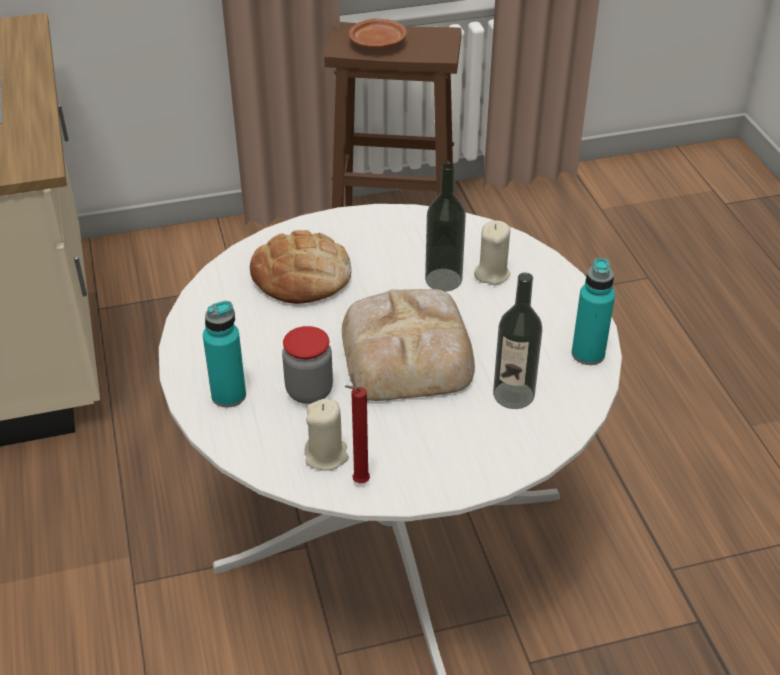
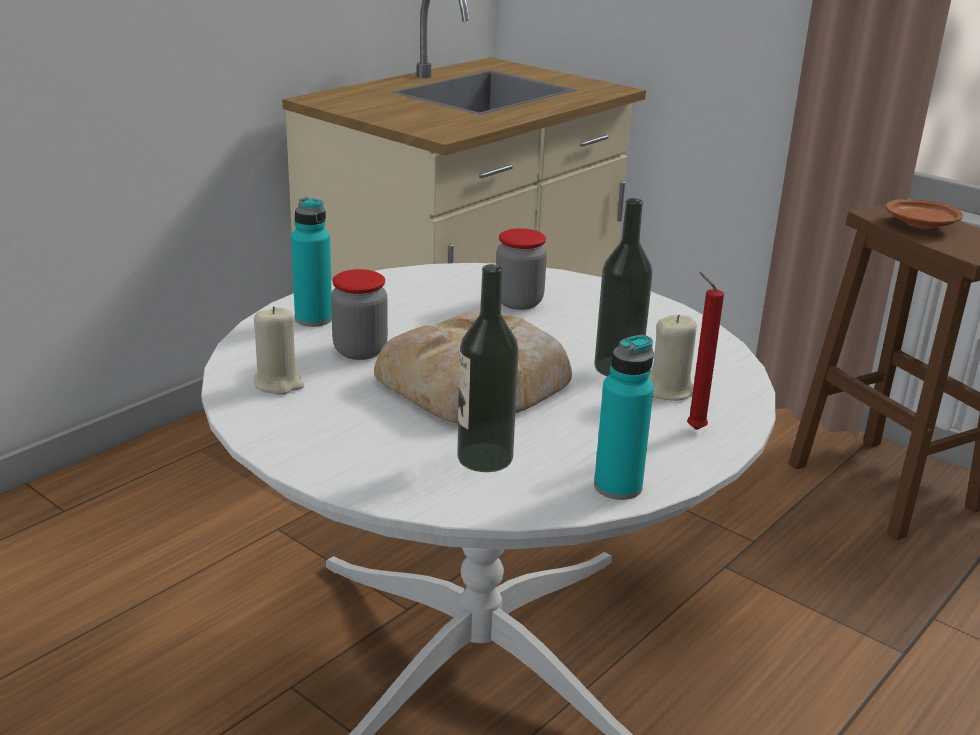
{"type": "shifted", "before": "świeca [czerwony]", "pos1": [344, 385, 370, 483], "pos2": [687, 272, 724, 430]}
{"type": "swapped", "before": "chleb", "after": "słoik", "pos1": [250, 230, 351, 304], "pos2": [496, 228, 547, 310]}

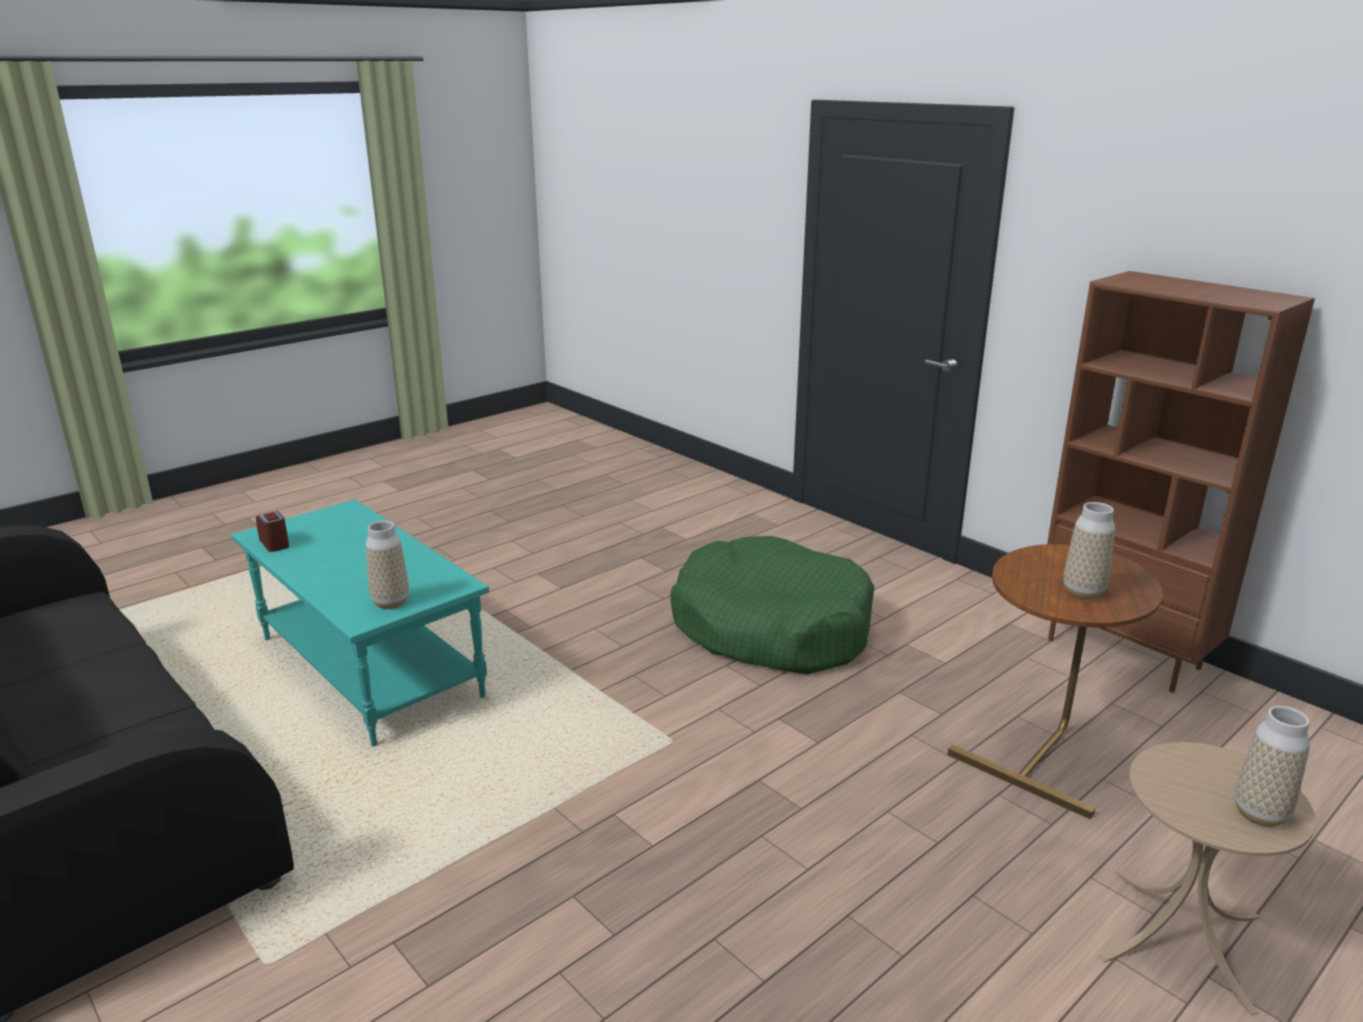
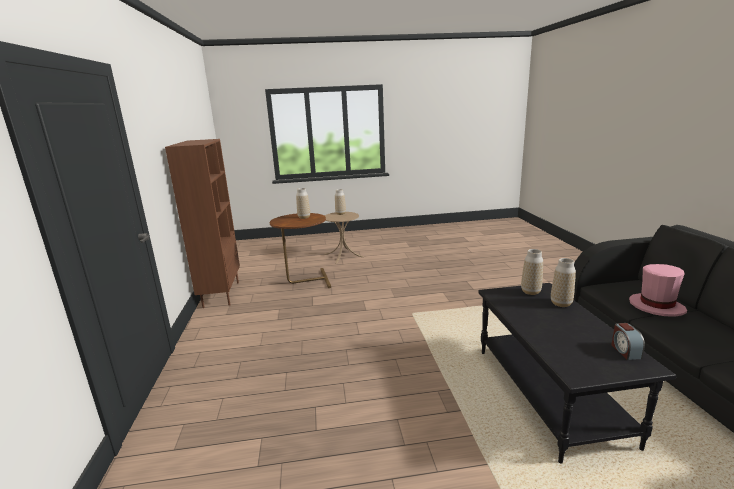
{"type": "gone", "before": "legowisko [zielony]", "pos1": [670, 536, 875, 675]}
{"type": "new", "after": "wazon", "pos2": [551, 258, 576, 307]}
{"type": "new", "after": "kapelusz [różowy]", "pos2": [629, 264, 687, 317]}
{"type": "repainted", "before": "ława [turkusowy]", "after": "ława [czarny]", "pos1": [231, 499, 489, 746], "pos2": [478, 283, 676, 464]}

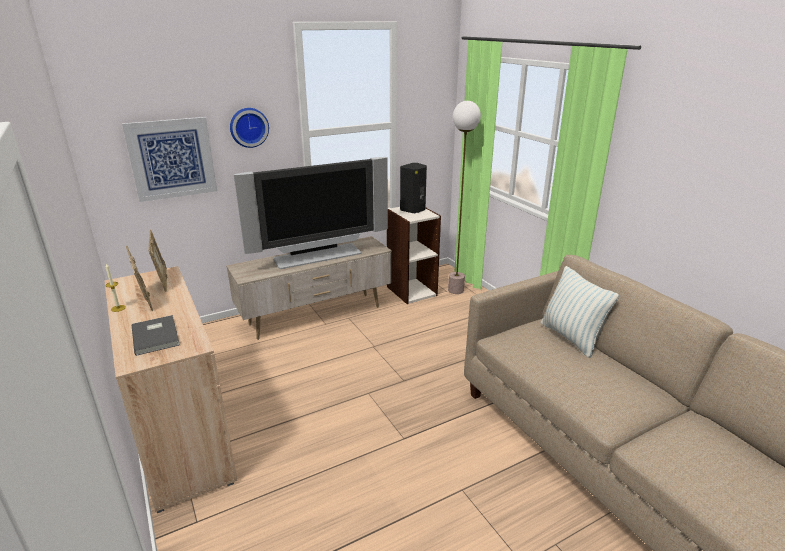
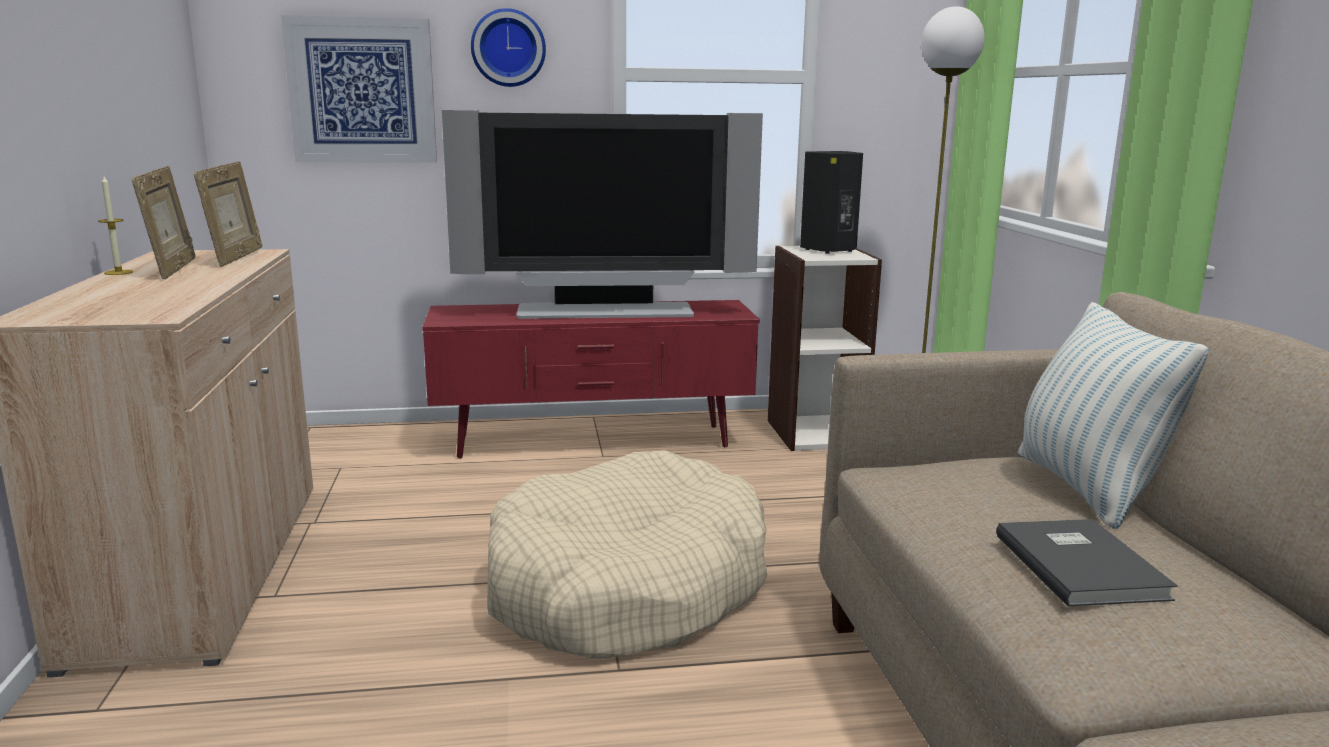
{"type": "new", "after": "legowisko [beżowy]", "pos2": [487, 450, 767, 659]}
{"type": "shifted", "before": "książka [szary]", "pos1": [132, 315, 180, 356], "pos2": [996, 519, 1178, 606]}
{"type": "repainted", "before": "szafka pod telewizor [beżowy]", "after": "szafka pod telewizor [czerwony]", "pos1": [226, 236, 392, 340], "pos2": [422, 300, 760, 459]}

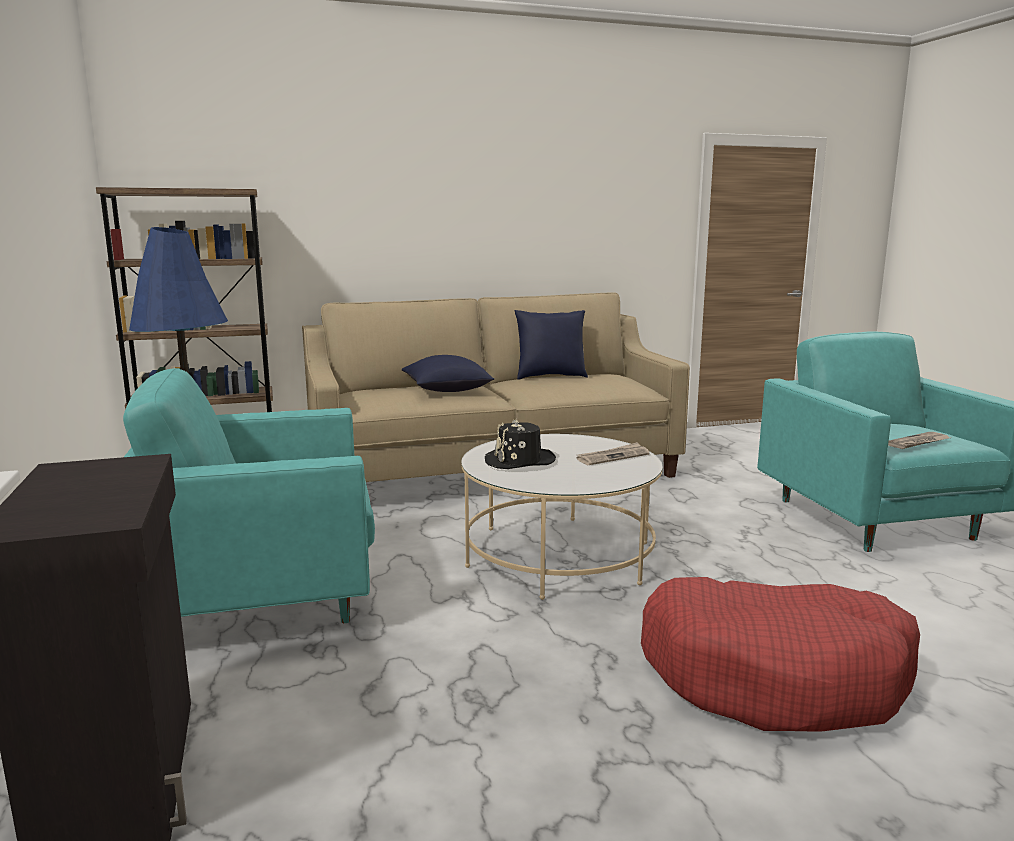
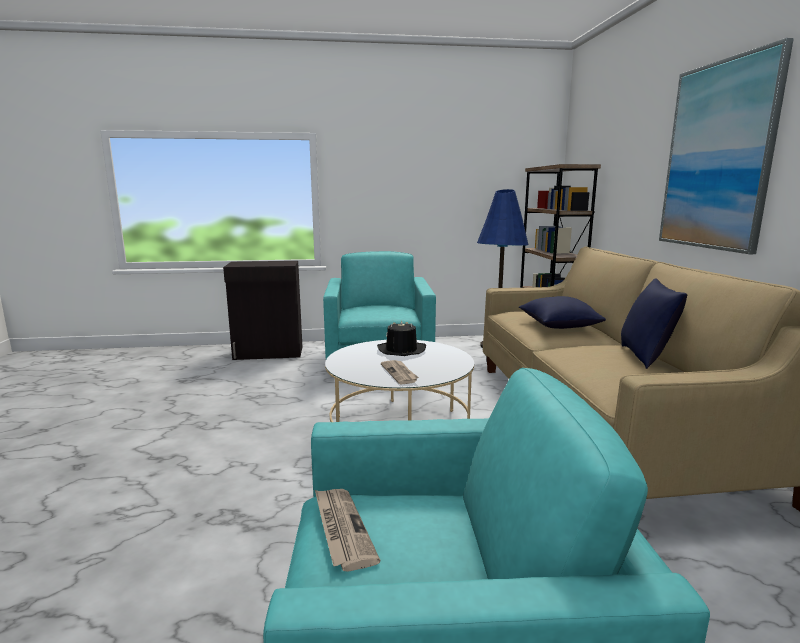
{"type": "gone", "before": "legowisko [czerwony]", "pos1": [641, 577, 920, 732]}
{"type": "new", "after": "obraz", "pos2": [659, 38, 794, 254]}

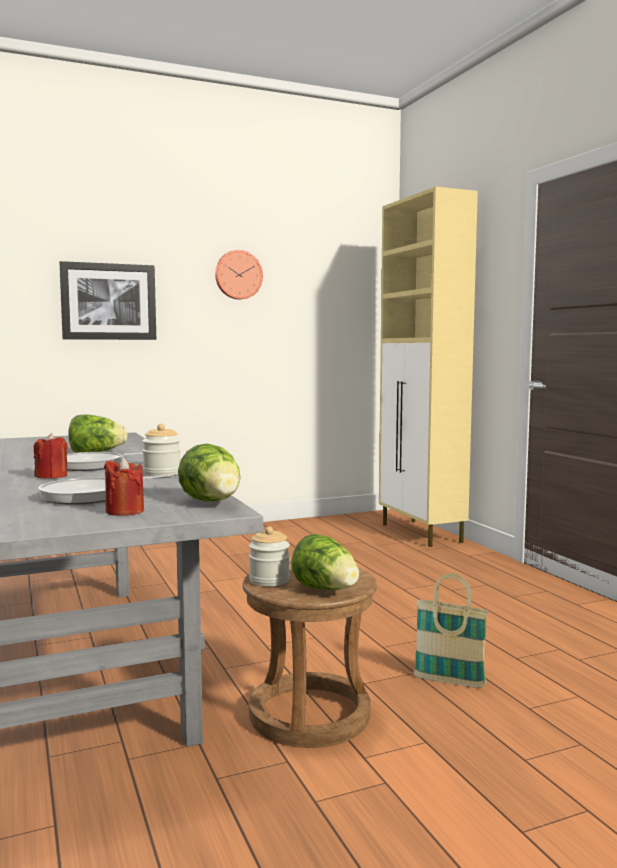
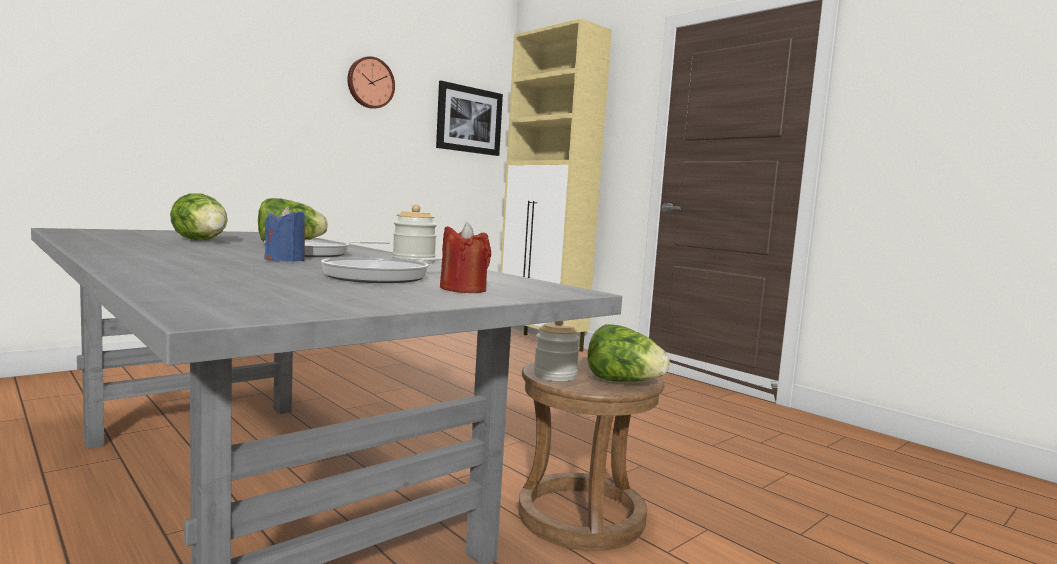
{"type": "gone", "before": "koszyk", "pos1": [414, 573, 488, 688]}
{"type": "shifted", "before": "obraz", "pos1": [59, 261, 156, 340], "pos2": [436, 81, 503, 156]}
{"type": "shifted", "before": "sałata", "pos1": [178, 444, 240, 502], "pos2": [170, 193, 228, 240]}
{"type": "repainted", "before": "świeca [czerwony]", "after": "świeca [niebieski]", "pos1": [34, 433, 68, 479], "pos2": [264, 207, 305, 262]}

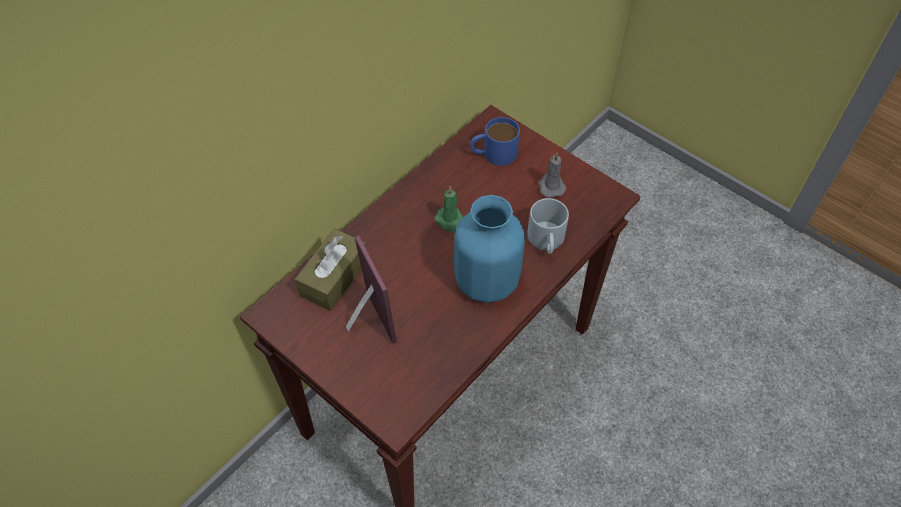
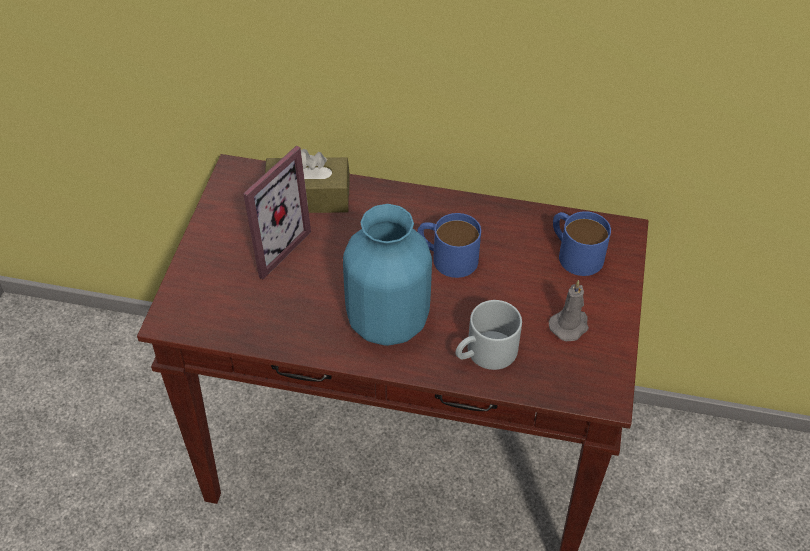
{"type": "swapped", "before": "świeca [zielony]", "after": "kubek [niebieski]", "pos1": [435, 186, 463, 233], "pos2": [417, 213, 481, 278]}

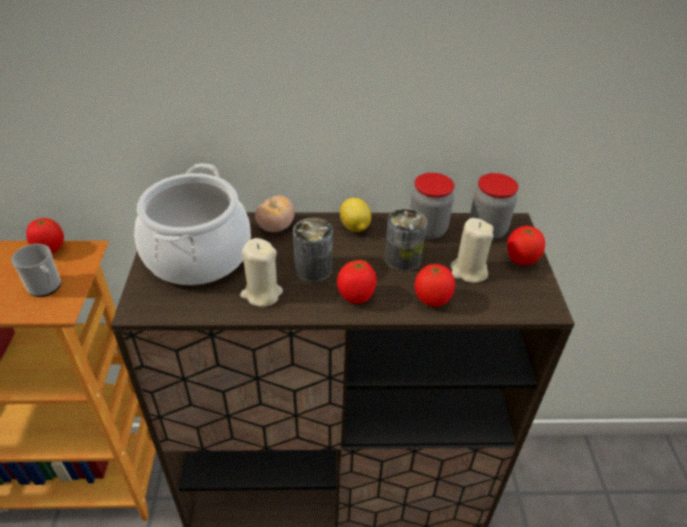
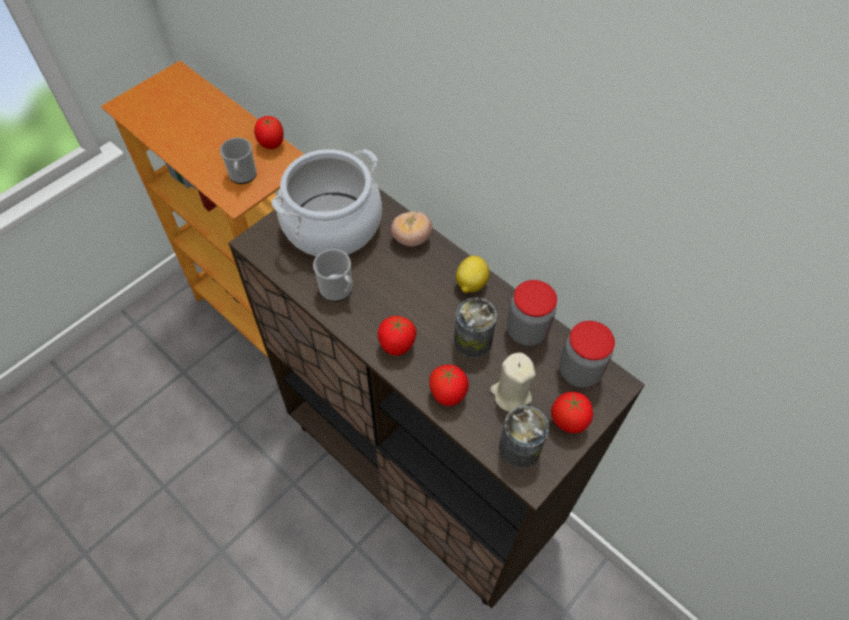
{"type": "shifted", "before": "puszka", "pos1": [293, 218, 333, 282], "pos2": [499, 406, 549, 468]}
{"type": "swapped", "before": "świeca [beżowy]", "after": "kubek", "pos1": [240, 238, 283, 307], "pos2": [313, 249, 353, 302]}

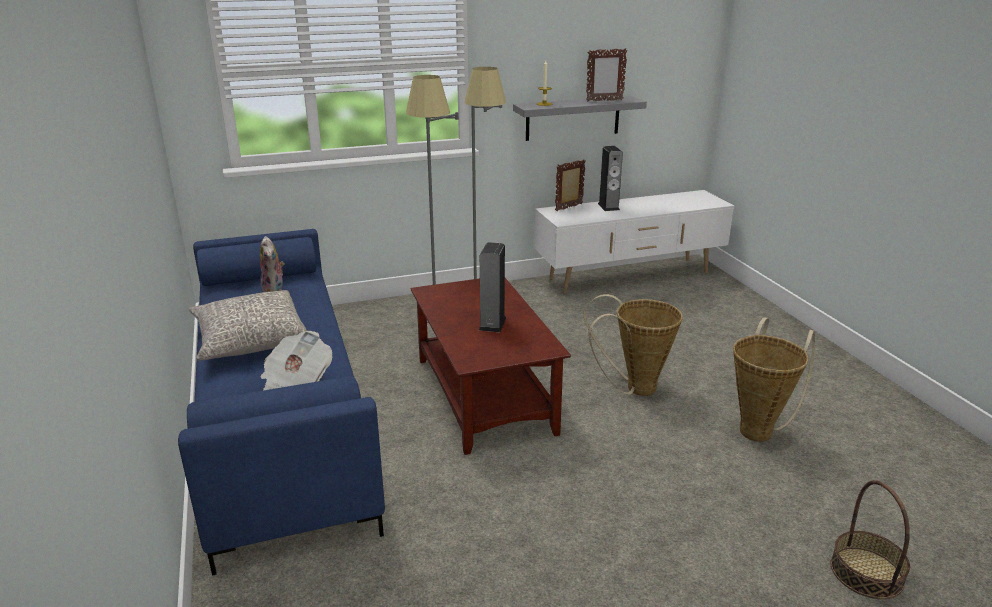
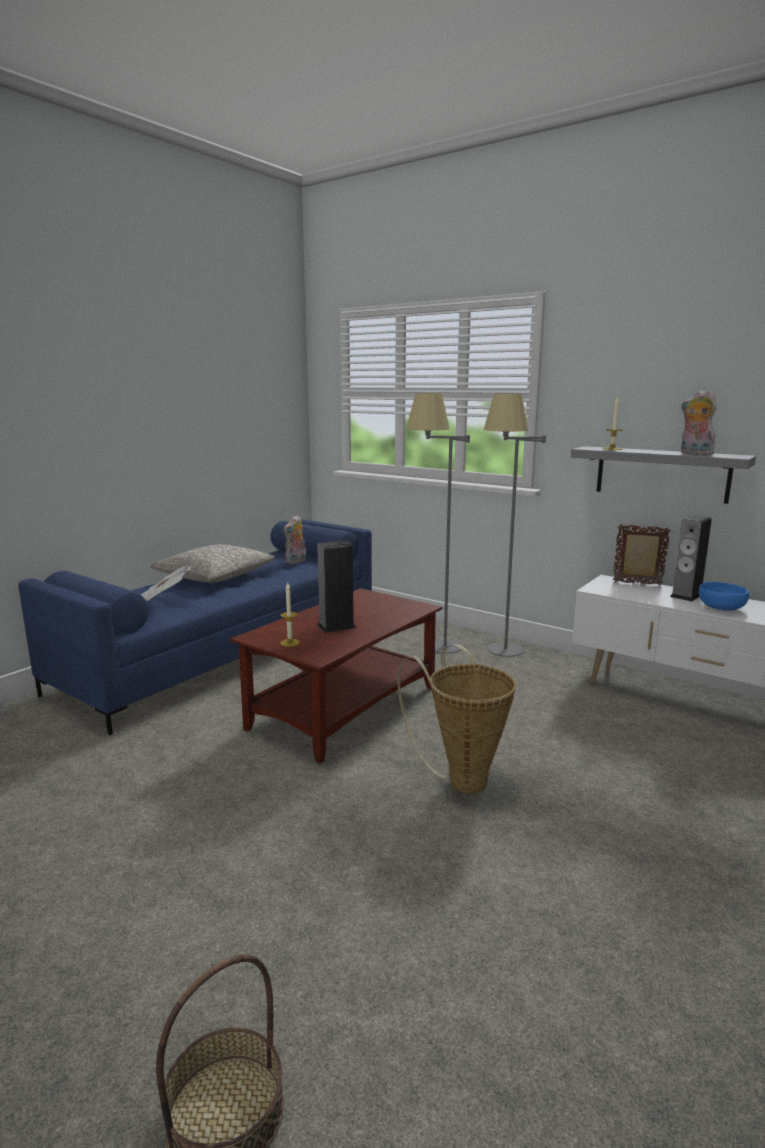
{"type": "gone", "before": "koszyk", "pos1": [733, 317, 815, 442]}
{"type": "new", "after": "świeca", "pos2": [280, 582, 300, 647]}
{"type": "new", "after": "miska [niebieski]", "pos2": [699, 582, 749, 611]}
{"type": "swapped", "before": "ramka na zdjęcie", "after": "pluszak", "pos1": [586, 48, 627, 101], "pos2": [681, 390, 717, 455]}

